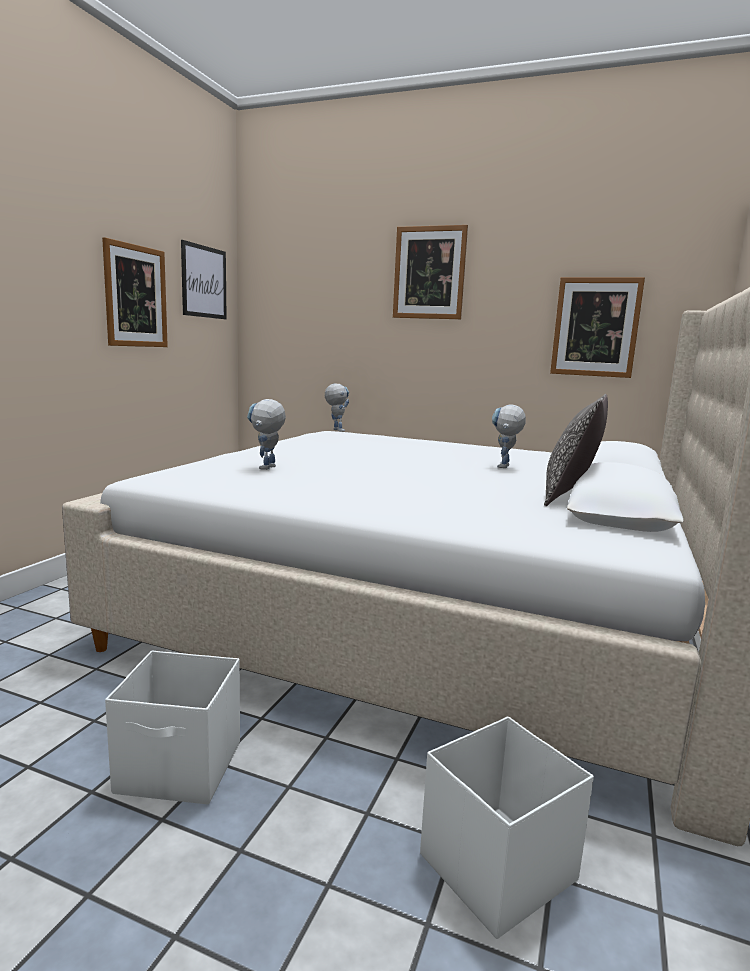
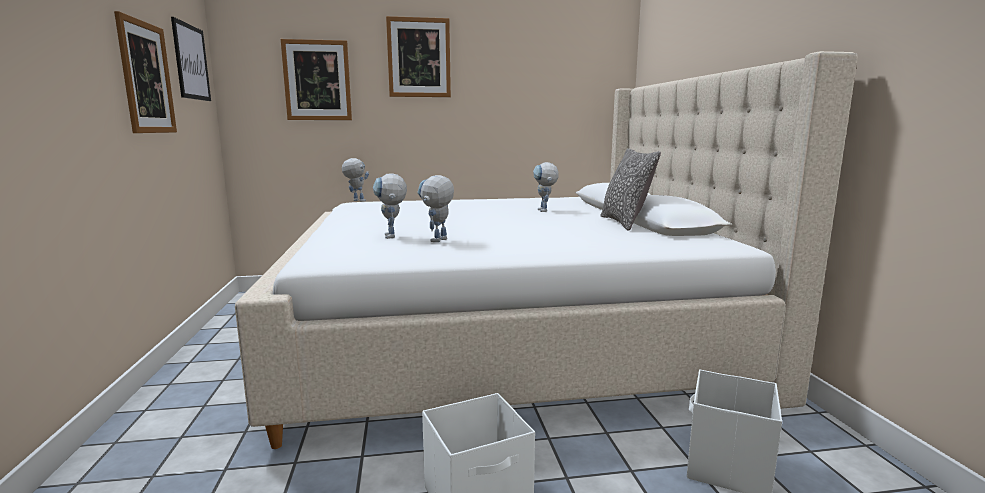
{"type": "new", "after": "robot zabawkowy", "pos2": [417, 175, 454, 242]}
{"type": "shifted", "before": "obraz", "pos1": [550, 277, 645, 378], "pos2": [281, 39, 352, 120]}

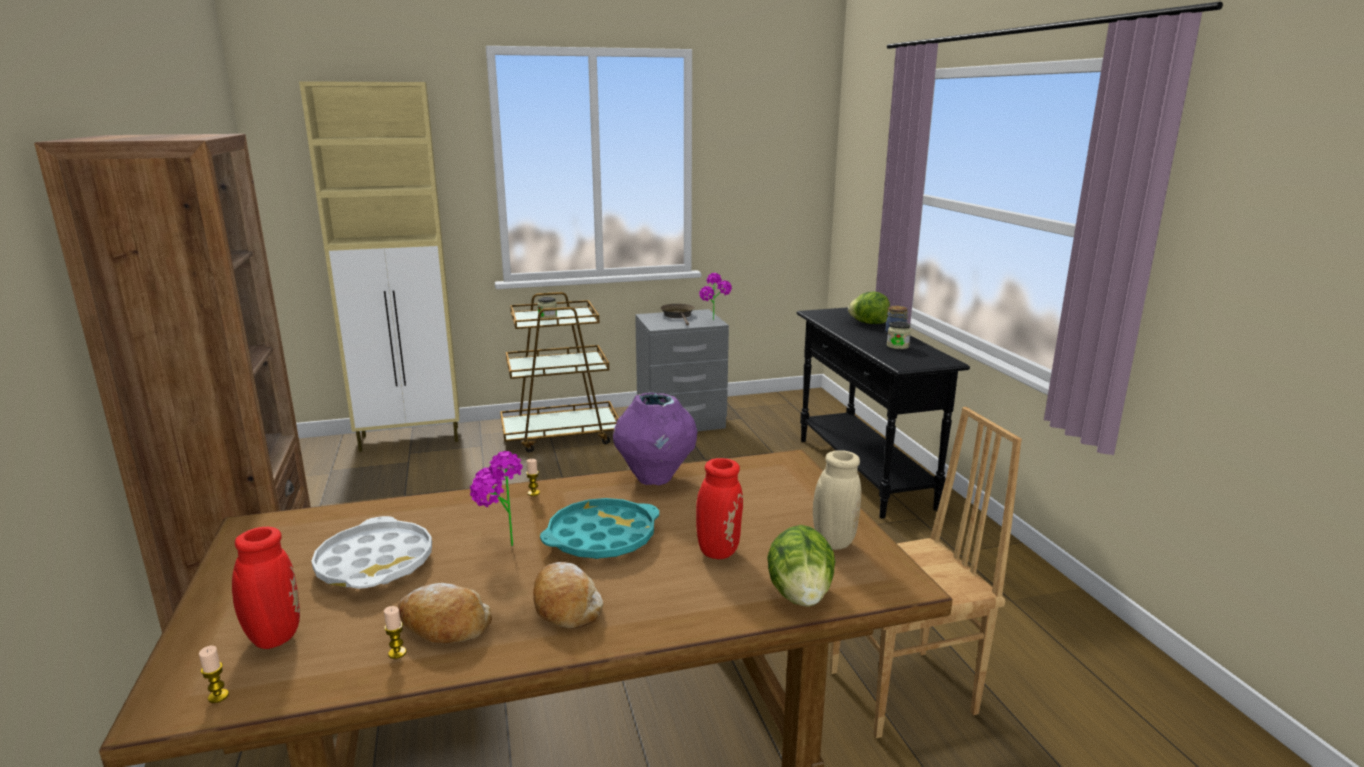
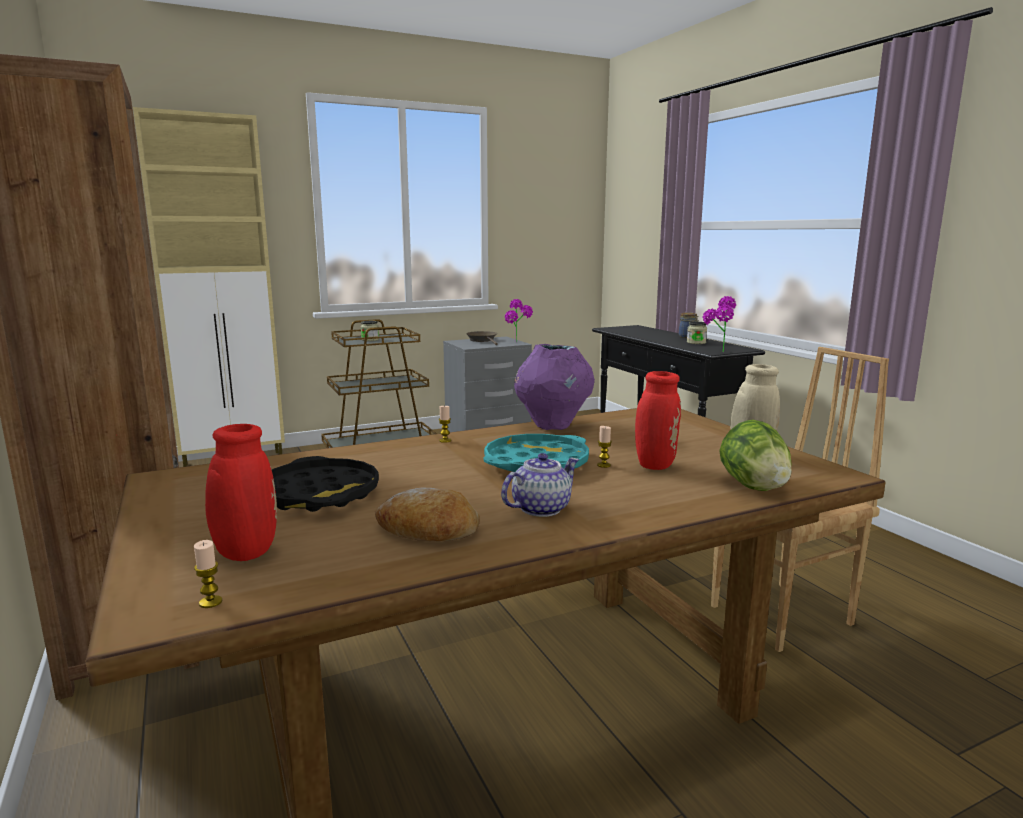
{"type": "gone", "before": "sałata", "pos1": [848, 292, 890, 324]}
{"type": "shifted", "before": "świeca", "pos1": [384, 606, 407, 659], "pos2": [597, 426, 612, 468]}
{"type": "shifted", "before": "roślina doniczkowa", "pos1": [470, 451, 523, 546], "pos2": [702, 296, 736, 352]}
{"type": "swapped", "before": "chleb", "after": "imbryk", "pos1": [533, 562, 603, 629], "pos2": [501, 453, 579, 517]}
{"type": "repainted", "before": "taca [biały]", "after": "taca [czarny]", "pos1": [311, 516, 432, 589], "pos2": [272, 456, 379, 512]}

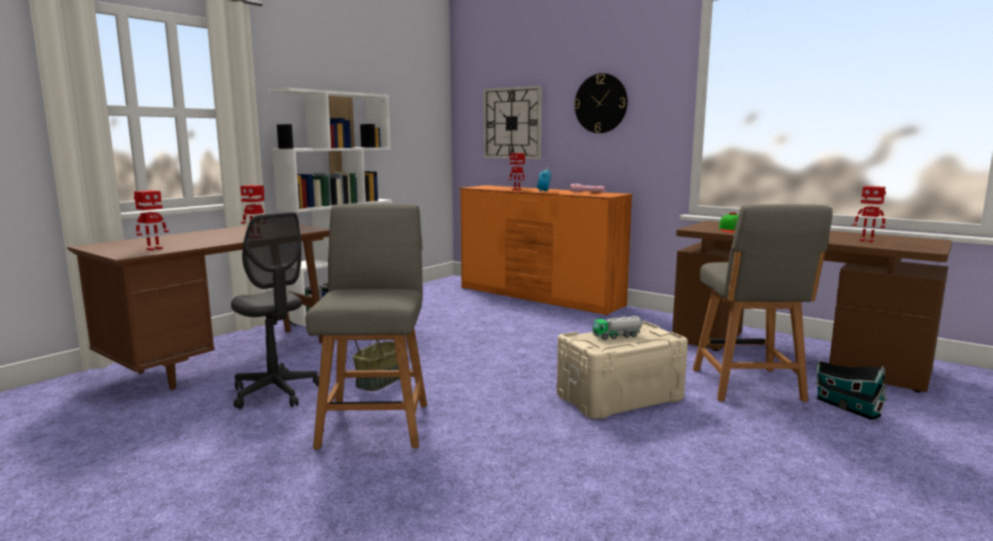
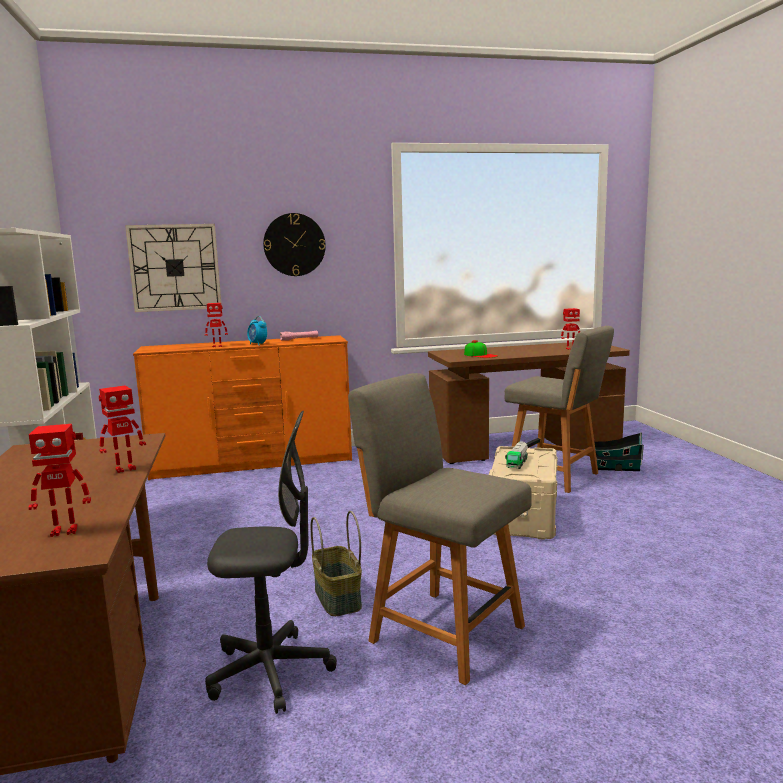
{"type": "rotated", "before": "robot zabawkowy", "pos1": [134, 190, 169, 251], "pos2": [28, 424, 91, 537], "turn": 90}

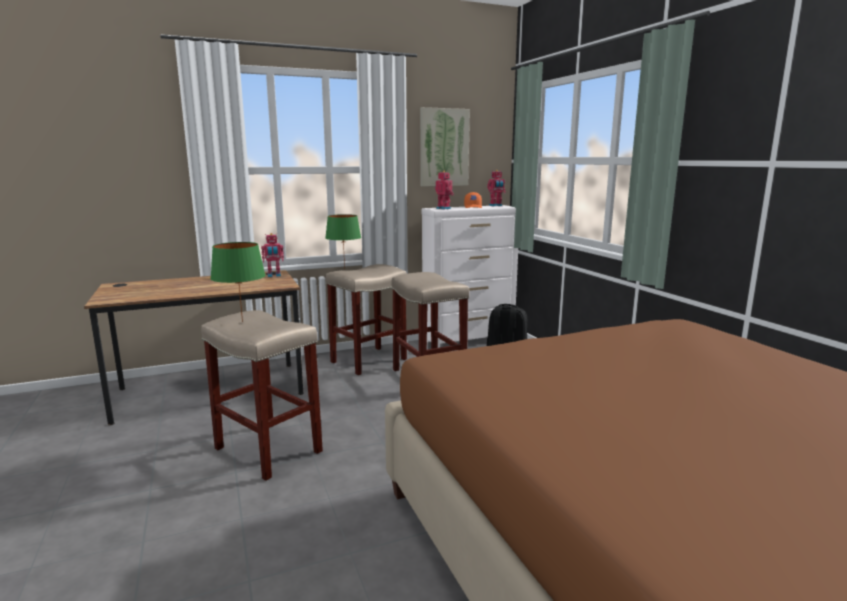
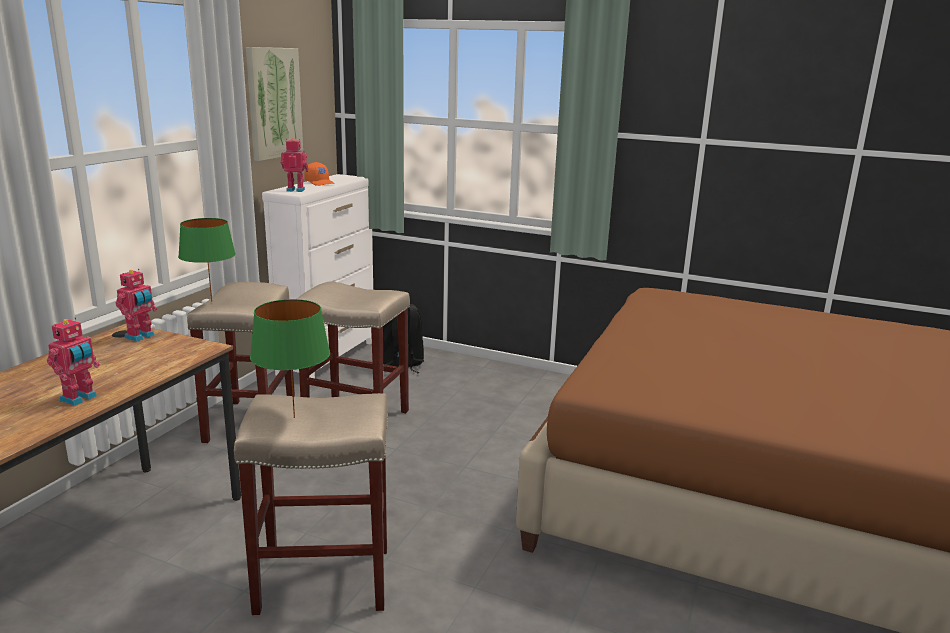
{"type": "shifted", "before": "robot zabawkowy", "pos1": [487, 170, 506, 206], "pos2": [47, 317, 100, 406]}

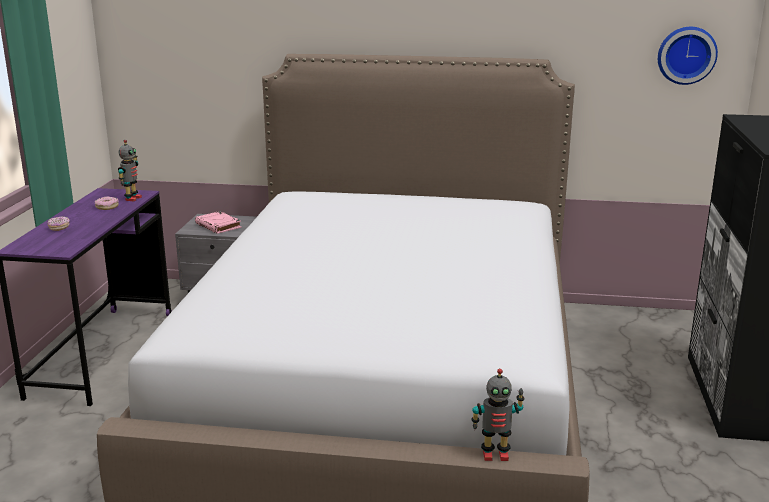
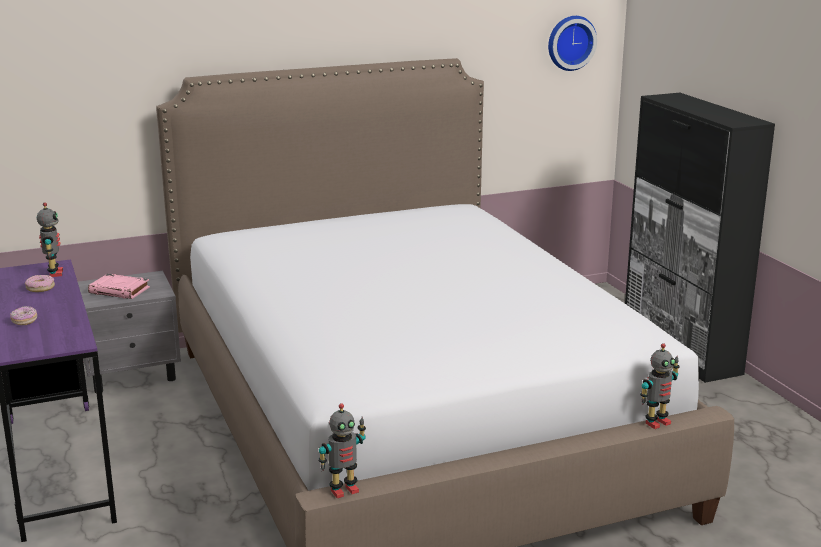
{"type": "new", "after": "robot zabawkowy", "pos2": [318, 403, 366, 498]}

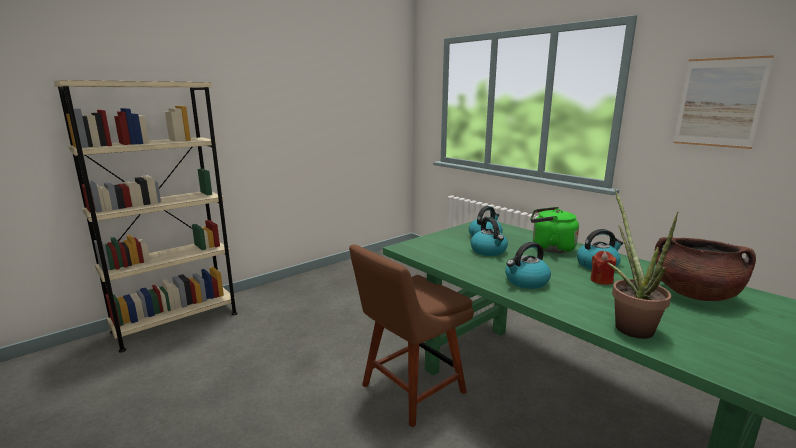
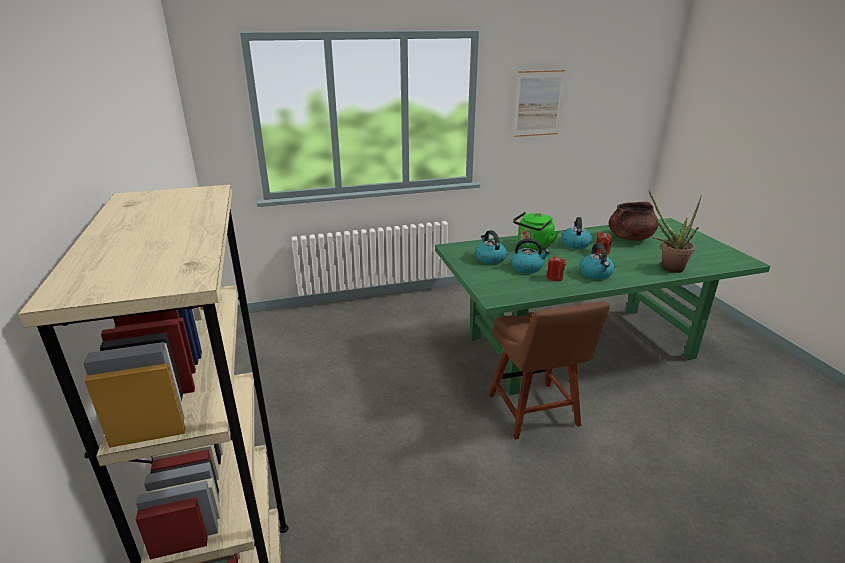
{"type": "new", "after": "świeca [czerwony]", "pos2": [546, 256, 566, 281]}

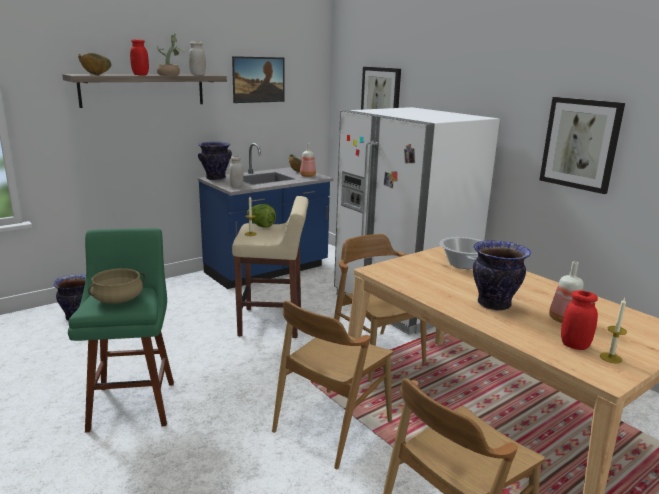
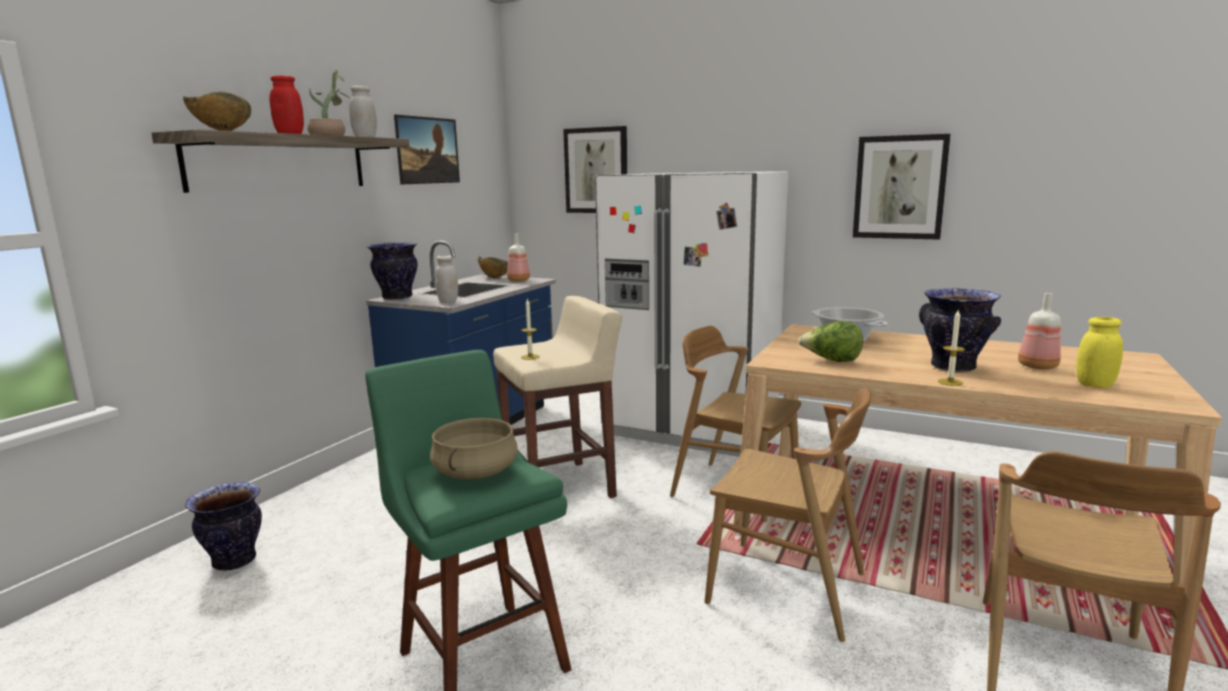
{"type": "shifted", "before": "sałata", "pos1": [247, 204, 276, 228], "pos2": [798, 321, 863, 362]}
{"type": "shifted", "before": "świeca", "pos1": [600, 298, 627, 364], "pos2": [938, 310, 965, 386]}
{"type": "repainted", "before": "słoik [czerwony]", "after": "słoik [żółty]", "pos1": [561, 291, 598, 350], "pos2": [1076, 317, 1123, 388]}
{"type": "rotated", "before": "krzesło [brązowy]", "pos1": [272, 301, 393, 469], "pos2": [705, 387, 871, 642], "turn": -75}

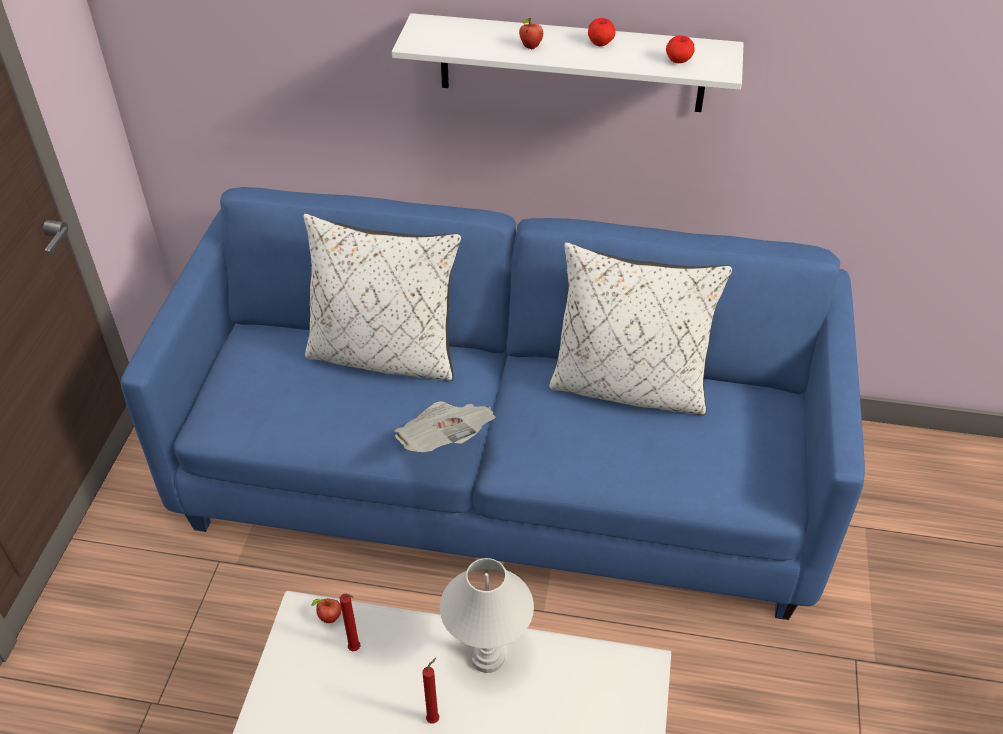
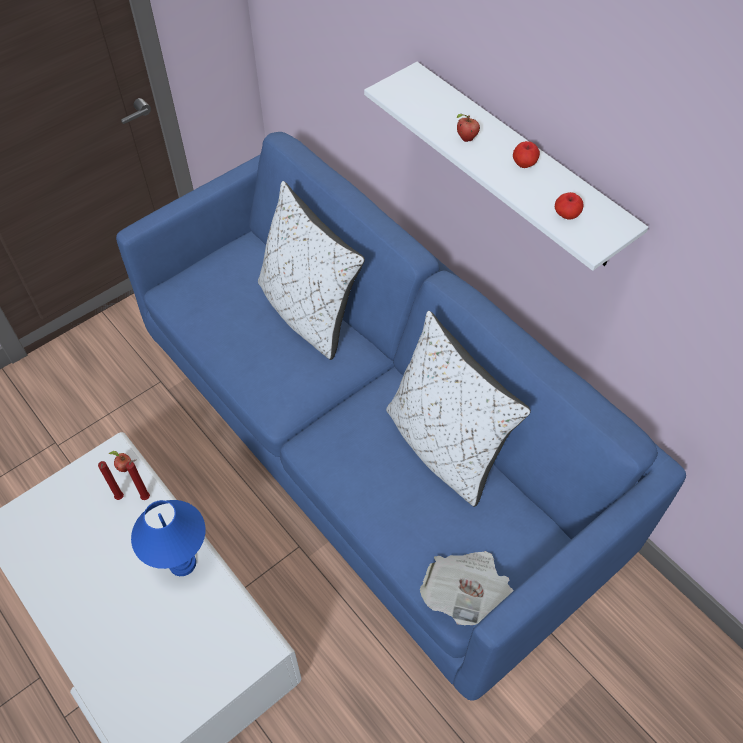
{"type": "shifted", "before": "gazeta", "pos1": [394, 401, 495, 452], "pos2": [420, 551, 514, 625]}
{"type": "shifted", "before": "świeca [czerwony]", "pos1": [423, 658, 439, 723], "pos2": [126, 459, 150, 500]}
{"type": "repainted", "before": "lampa stołowa [biały]", "after": "lampa stołowa [niebieski]", "pos1": [440, 558, 534, 673], "pos2": [131, 500, 206, 576]}

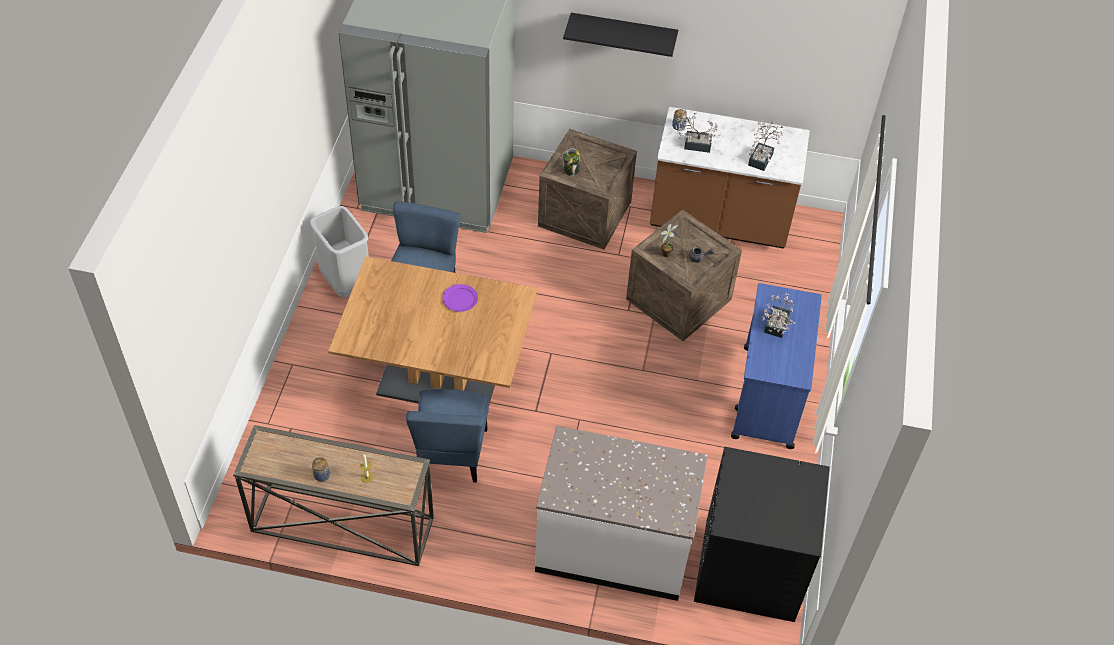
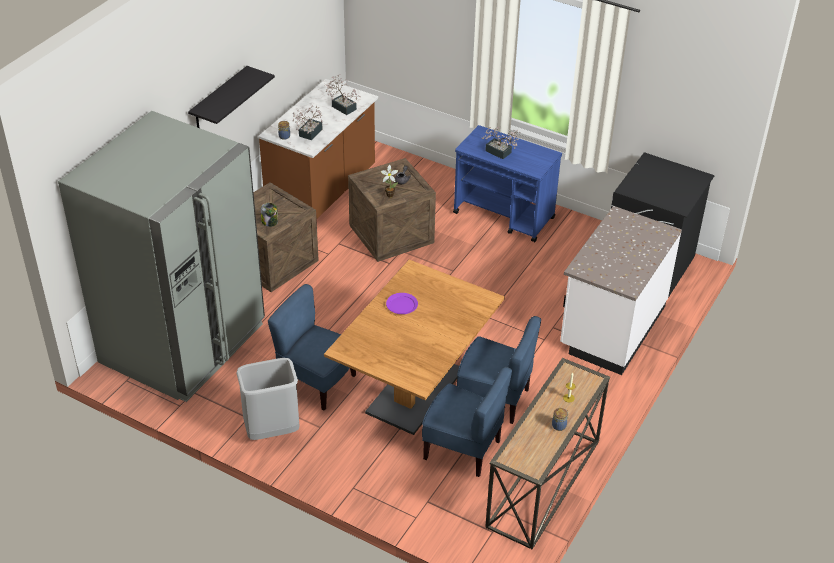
{"type": "new", "after": "krzesło [niebieski]", "pos2": [422, 367, 512, 477]}

